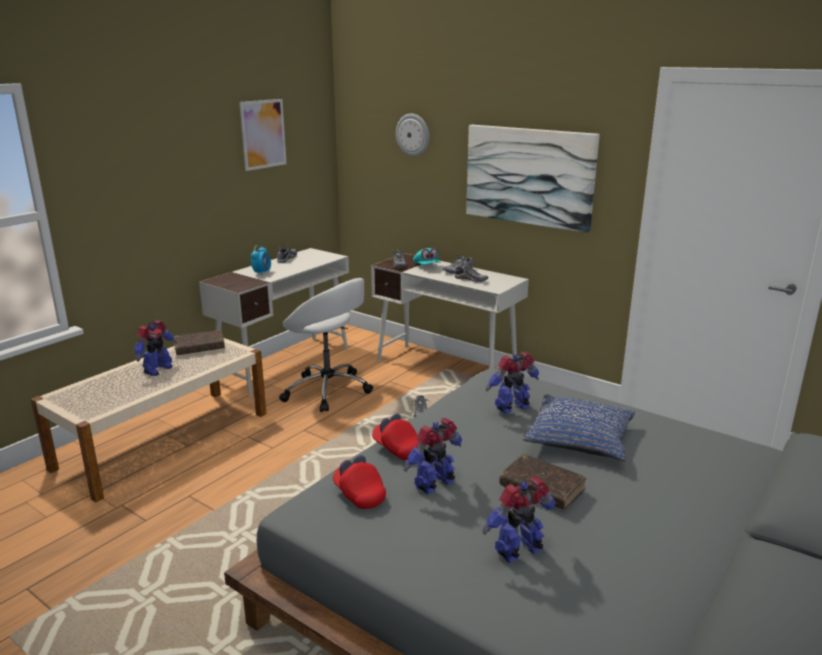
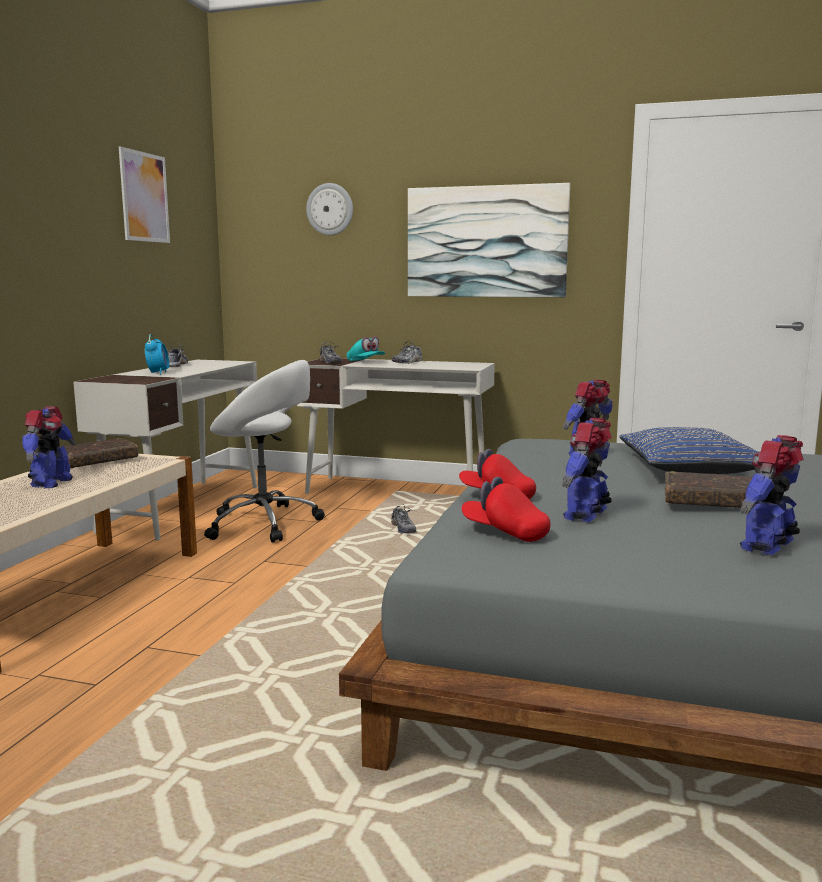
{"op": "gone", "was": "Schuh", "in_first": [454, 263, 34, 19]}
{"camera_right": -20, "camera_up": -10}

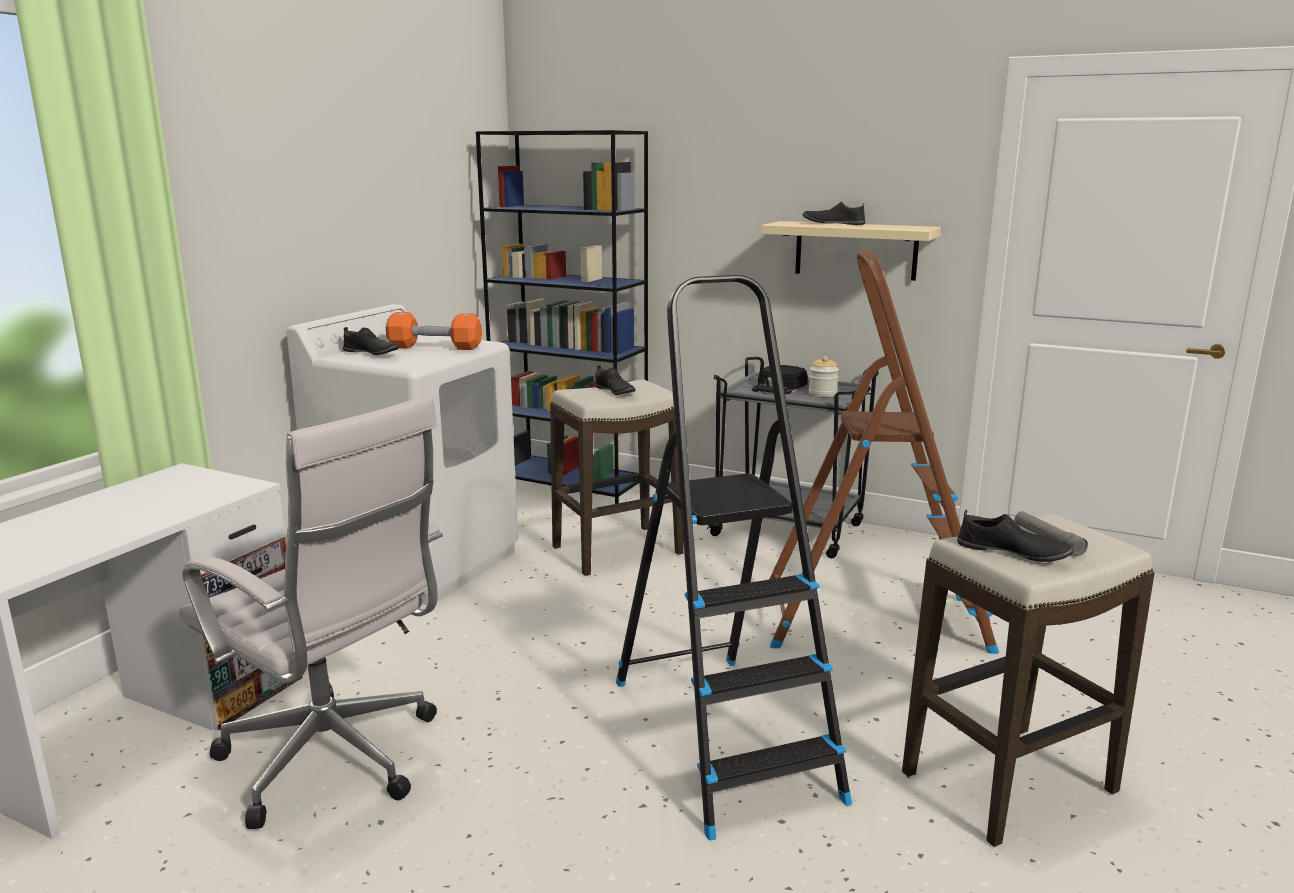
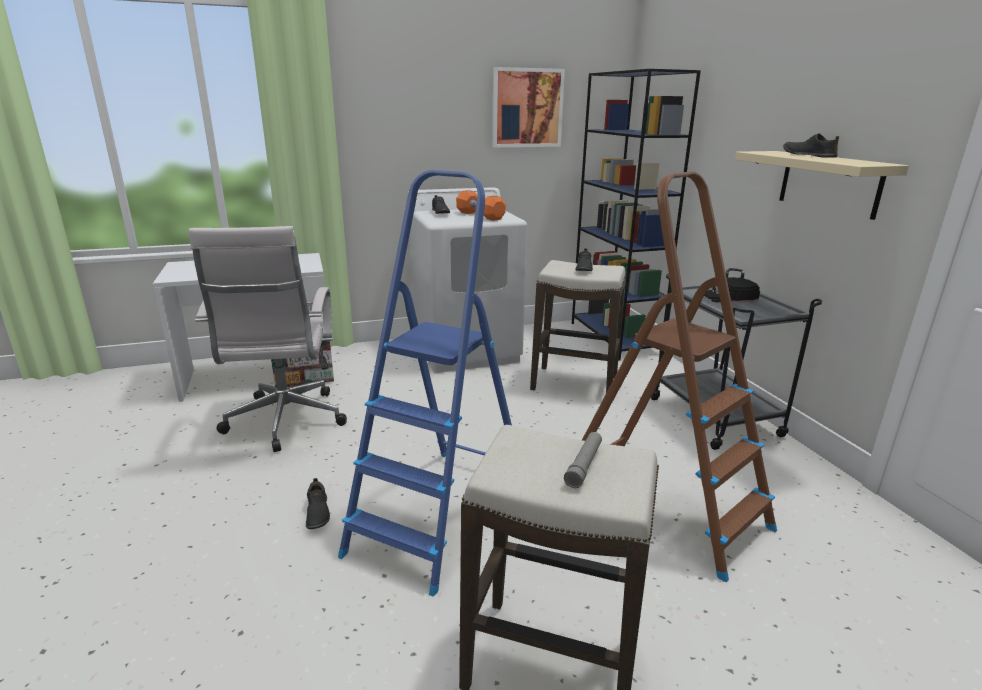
{"op": "repainted", "was": "Trittleiter/schwarz", "now": "Trittleiter/blau", "in_first": [616, 275, 236, 565], "in_second": [338, 170, 174, 426]}
{"op": "gone", "was": "Vorratsglas", "in_first": [809, 356, 30, 41]}
{"op": "shifted", "was": "Schuh/schwarz", "in_first": [957, 510, 116, 52], "in_second": [306, 478, 24, 51]}
{"op": "new", "now": "Bild", "in_second": [492, 67, 73, 80]}
{"camera_right": 45, "camera_up": 5}

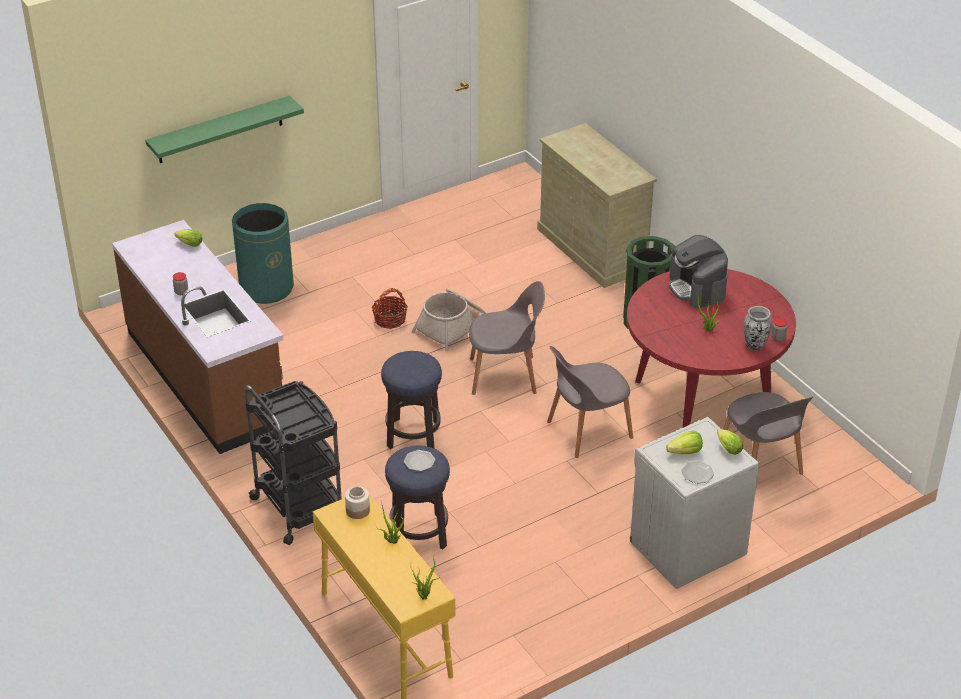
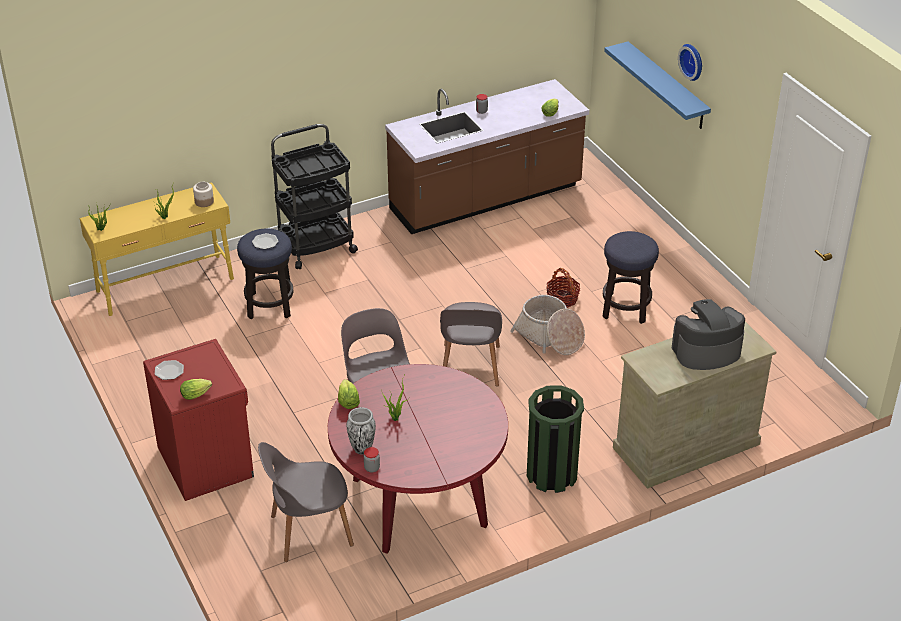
{"op": "repainted", "was": "Wandregal/grün", "now": "Wandregal/blau", "in_first": [145, 96, 159, 67], "in_second": [604, 42, 107, 87]}
{"op": "gone", "was": "Mülleimer/grün", "in_first": [232, 203, 62, 101]}
{"op": "shifted", "was": "Kaffeemaschine", "in_first": [669, 235, 59, 73], "in_second": [672, 299, 73, 71]}
{"op": "shifted", "was": "Hocker", "in_first": [381, 351, 61, 98], "in_second": [603, 231, 56, 93]}
{"op": "repainted", "was": "Waschmaschine/weiß", "now": "Waschmaschine/rot", "in_first": [630, 417, 129, 172], "in_second": [143, 339, 111, 162]}
{"op": "shifted", "was": "Salatkopf", "in_first": [666, 431, 37, 23], "in_second": [338, 379, 22, 30]}
{"op": "new", "now": "Wanduhr", "in_second": [678, 44, 24, 37]}
{"camera_right": 95, "camera_up": 0}

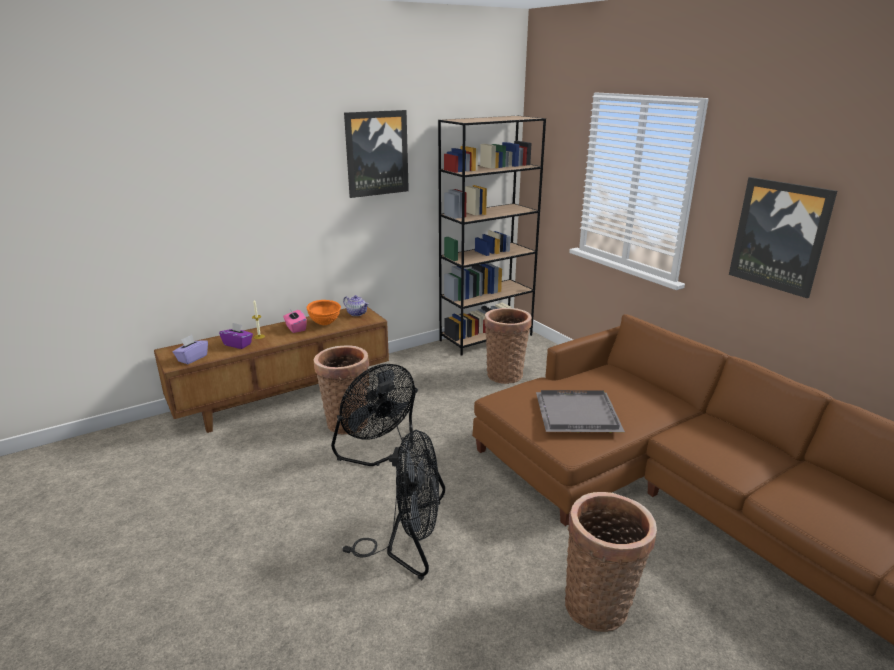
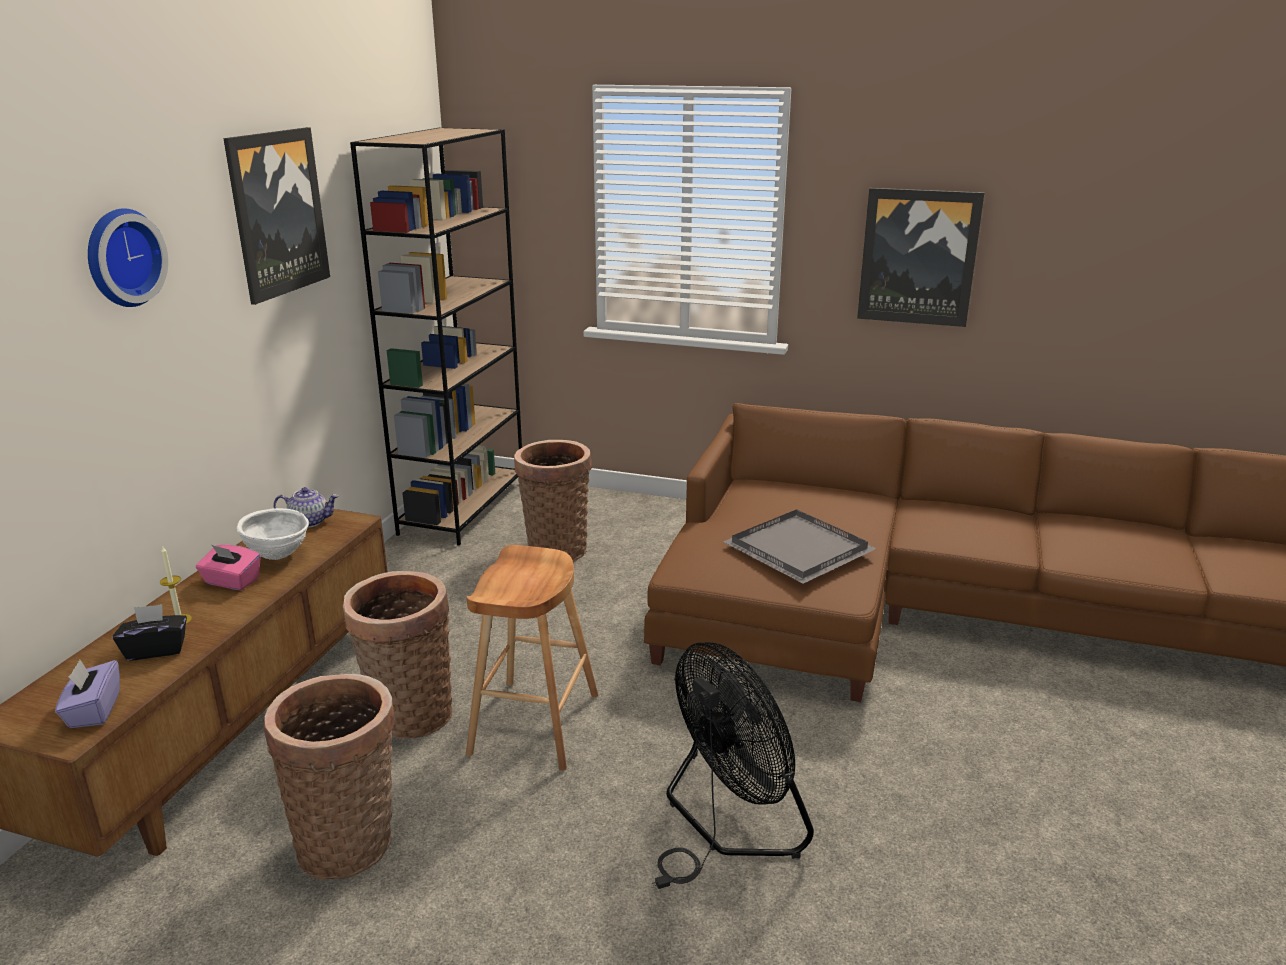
{"op": "repainted", "was": "Schüssel/orange", "now": "Schüssel/weiß", "in_first": [307, 300, 34, 25], "in_second": [237, 508, 72, 52]}
{"op": "repainted", "was": "Taschentuchbox/lila", "now": "Taschentuchbox/schwarz", "in_first": [219, 323, 34, 26], "in_second": [113, 604, 74, 57]}
{"op": "swapped", "was": "Ventilator/schwarz", "now": "Hocker/braun", "in_first": [331, 364, 101, 104], "in_second": [466, 545, 132, 226]}
{"op": "shifted", "was": "Korb", "in_first": [565, 492, 92, 140], "in_second": [263, 674, 132, 206]}
{"op": "new", "now": "Wanduhr", "in_second": [88, 208, 80, 99]}
{"camera_right": -40, "camera_up": 0}

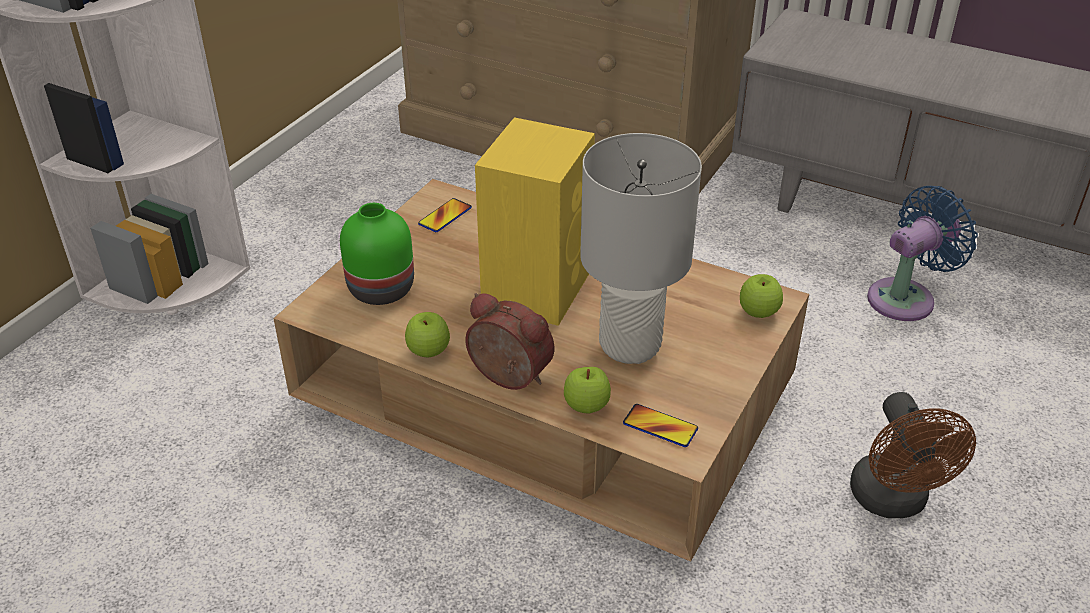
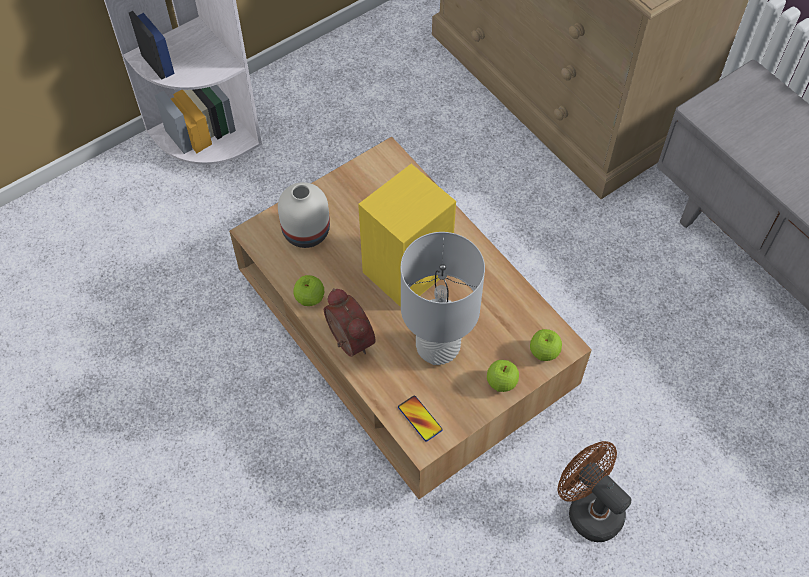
{"op": "gone", "was": "Ventilator/blau", "in_first": [867, 186, 111, 135]}
{"op": "gone", "was": "Handy", "in_first": [418, 198, 54, 34]}
{"op": "repainted", "was": "Vase/grün", "now": "Vase/weiß", "in_first": [340, 203, 74, 102], "in_second": [278, 182, 52, 66]}
{"op": "shifted", "was": "Apfel", "in_first": [564, 367, 47, 47], "in_second": [487, 360, 32, 32]}
{"op": "rotated", "was": "Ventilator/braun", "in_first": [850, 392, 126, 126], "in_second": [558, 441, 74, 101], "clockwise": 120}
{"camera_right": 25, "camera_up": 20}

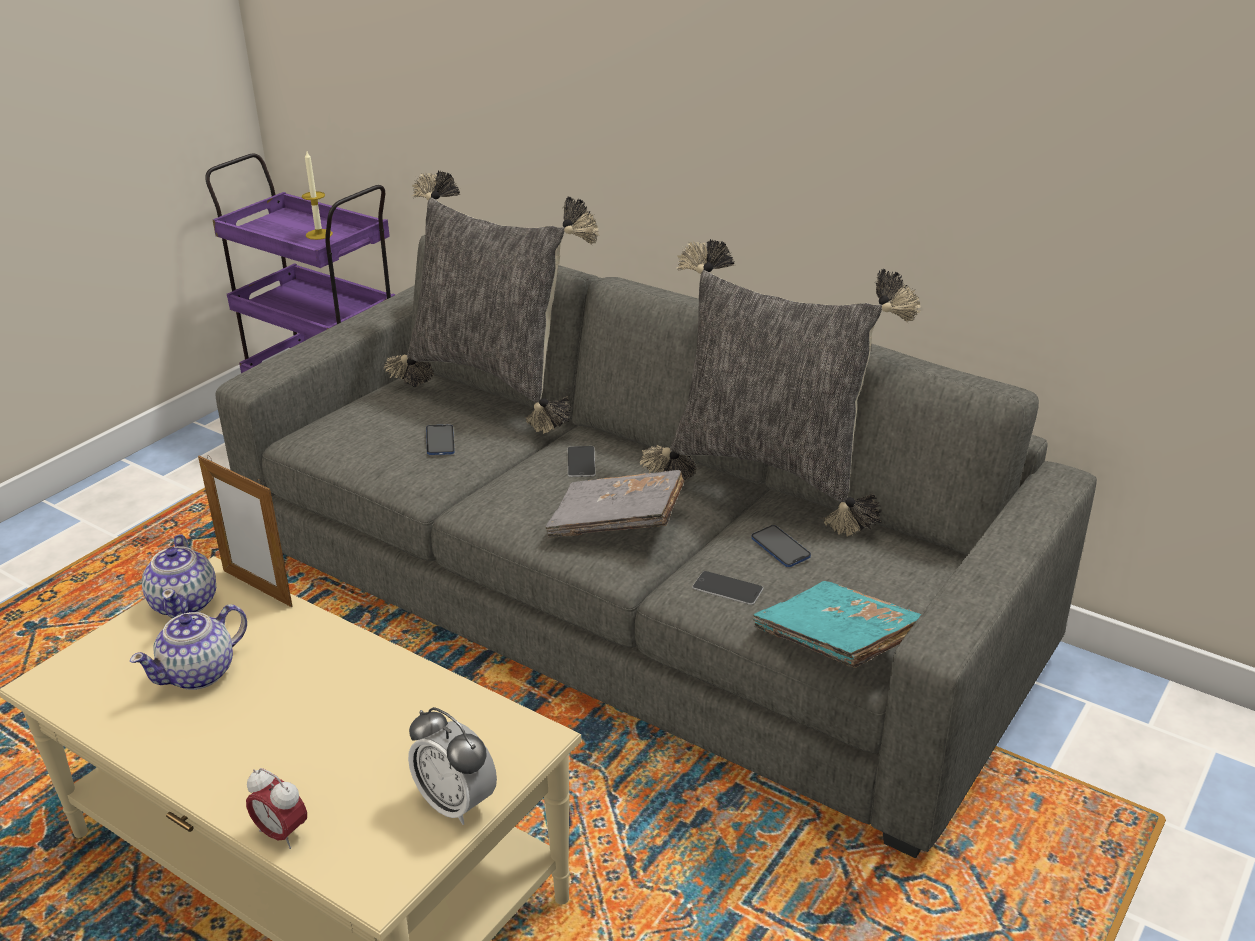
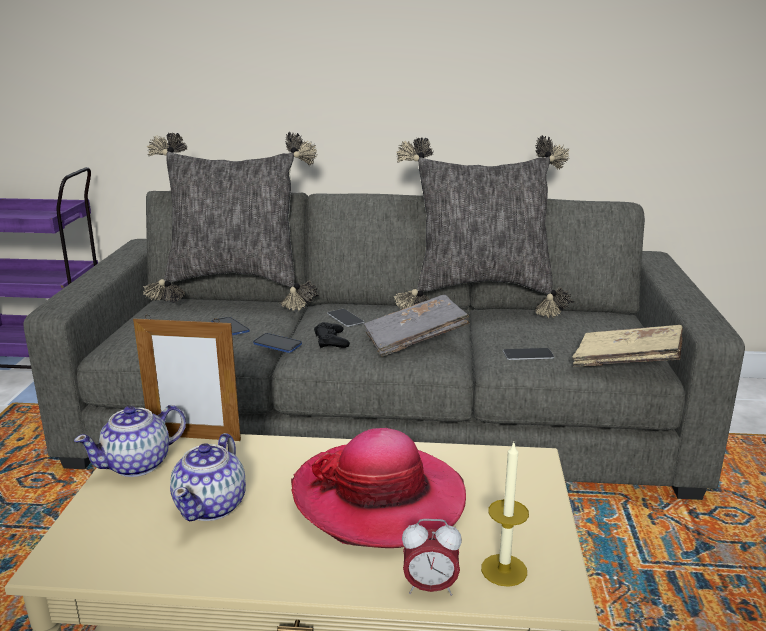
{"op": "shifted", "was": "Kerze", "in_first": [302, 151, 31, 89], "in_second": [481, 443, 48, 144]}
{"op": "shifted", "was": "Handy", "in_first": [752, 525, 59, 42], "in_second": [253, 333, 49, 20]}
{"op": "rotated", "was": "Teekanne", "in_first": [142, 534, 74, 84], "in_second": [74, 405, 112, 72], "clockwise": 90}
{"op": "repainted", "was": "Buch/türkis", "now": "Buch/beige", "in_first": [752, 581, 169, 87], "in_second": [572, 325, 111, 42]}
{"op": "gone", "was": "Wecker", "in_first": [408, 707, 89, 118]}
{"op": "new", "now": "Gamepad/schwarz", "in_second": [314, 322, 36, 26]}
{"op": "new", "now": "Hut", "in_second": [291, 428, 175, 120]}
{"camera_right": -30, "camera_up": -10}

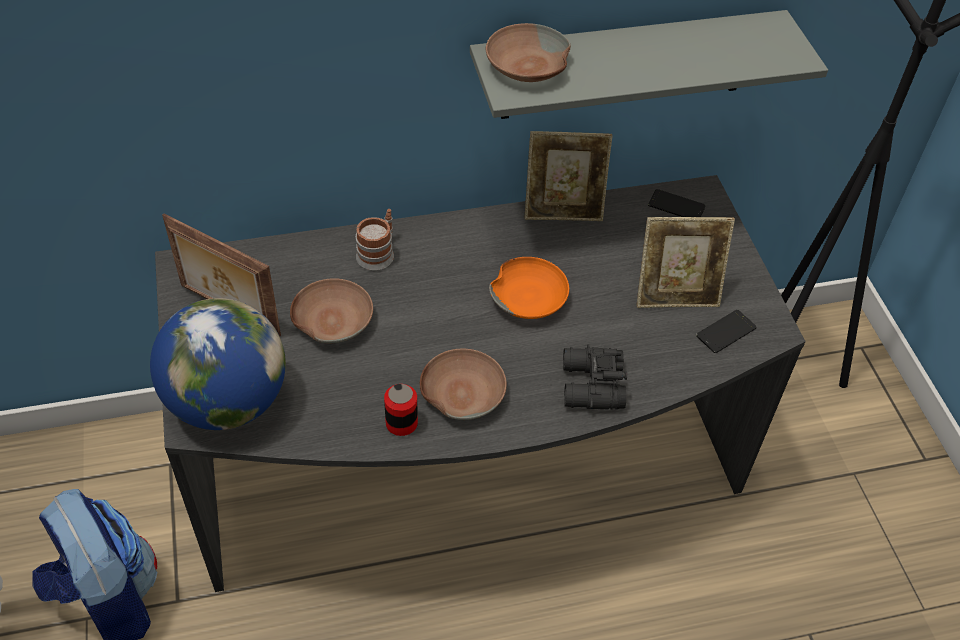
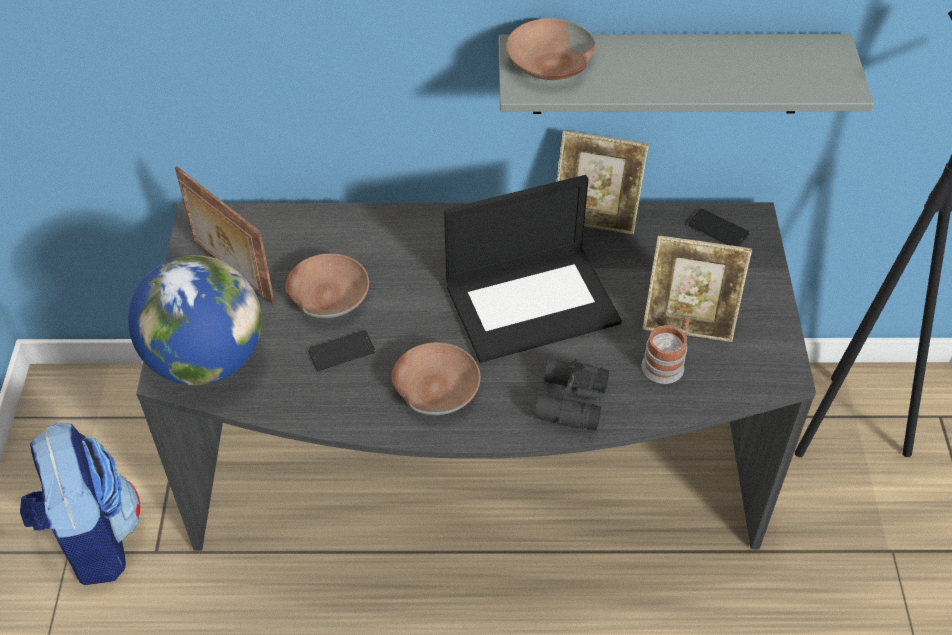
{"op": "shifted", "was": "Henkelbecher", "in_first": [356, 209, 38, 61], "in_second": [642, 318, 48, 66]}
{"op": "swapped", "was": "Schüssel/orange", "now": "Laptop", "in_first": [489, 257, 80, 62], "in_second": [444, 175, 178, 188]}
{"op": "shifted", "was": "Handy", "in_first": [696, 310, 61, 43], "in_second": [308, 330, 67, 41]}
{"op": "gone", "was": "Dose", "in_first": [384, 384, 34, 52]}
{"camera_right": 15, "camera_up": 0}

